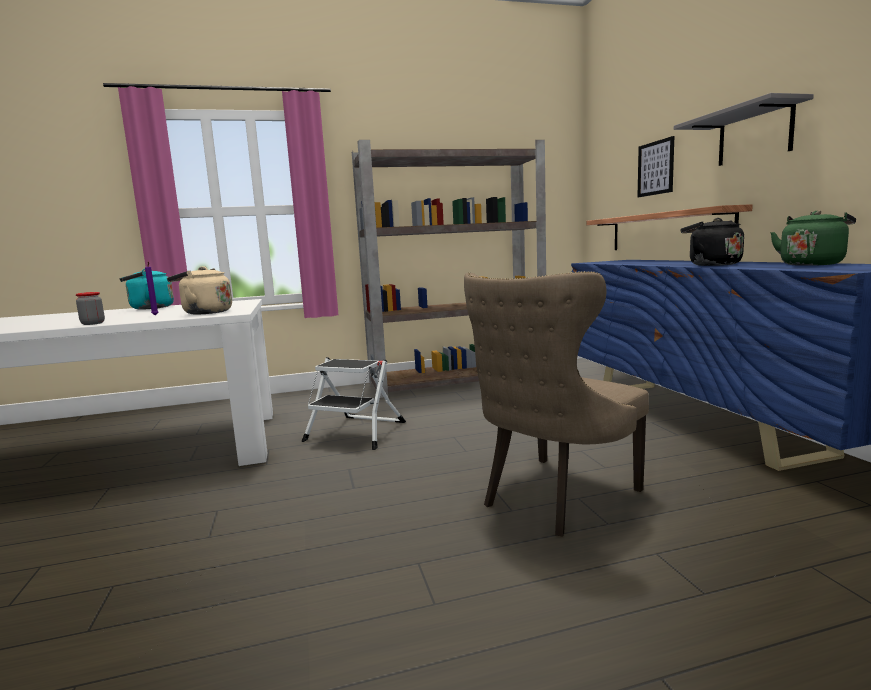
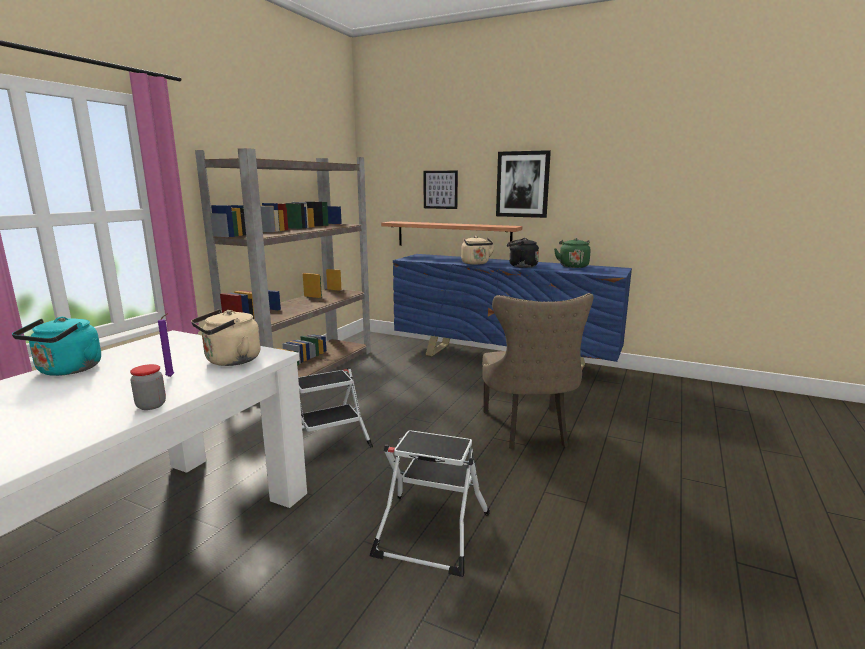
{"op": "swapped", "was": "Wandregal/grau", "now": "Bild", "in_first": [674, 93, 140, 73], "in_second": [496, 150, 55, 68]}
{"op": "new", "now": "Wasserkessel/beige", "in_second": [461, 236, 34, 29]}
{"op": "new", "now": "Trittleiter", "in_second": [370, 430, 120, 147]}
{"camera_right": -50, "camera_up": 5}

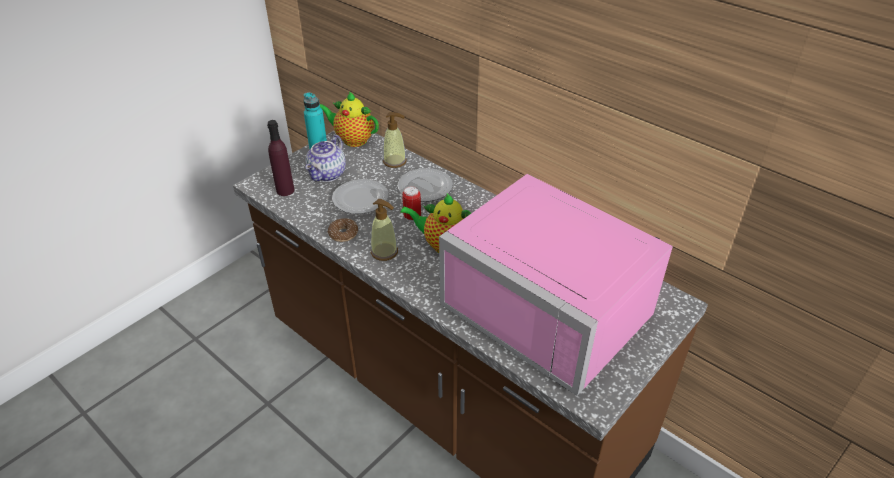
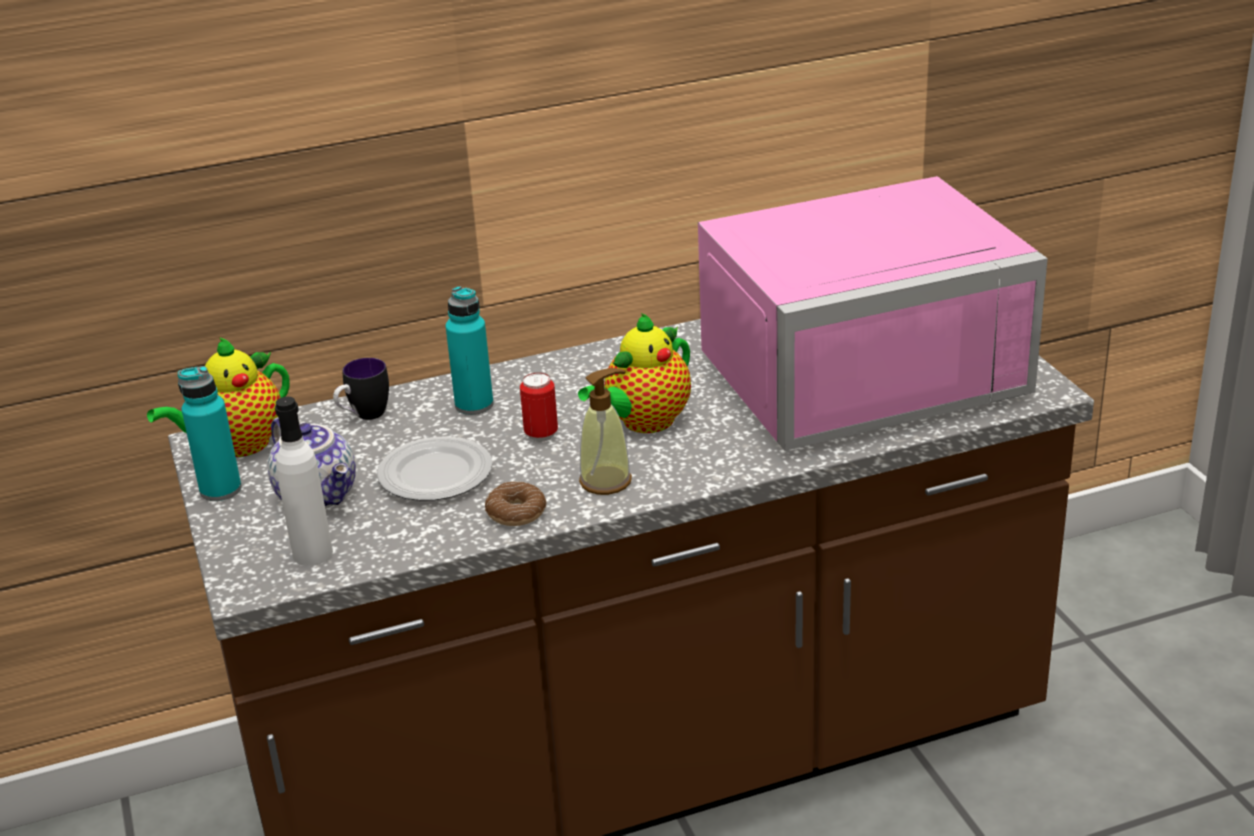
{"op": "swapped", "was": "Seifenspender", "now": "Henkelbecher", "in_first": [383, 112, 24, 56], "in_second": [333, 358, 56, 62]}
{"op": "repainted", "was": "Flasche/lila", "now": "Flasche/weiß", "in_first": [267, 120, 28, 76], "in_second": [275, 397, 58, 169]}
{"op": "swapped", "was": "Teller", "now": "Flasche/türkis", "in_first": [398, 168, 55, 34], "in_second": [446, 286, 47, 129]}
{"camera_right": -60, "camera_up": -10}

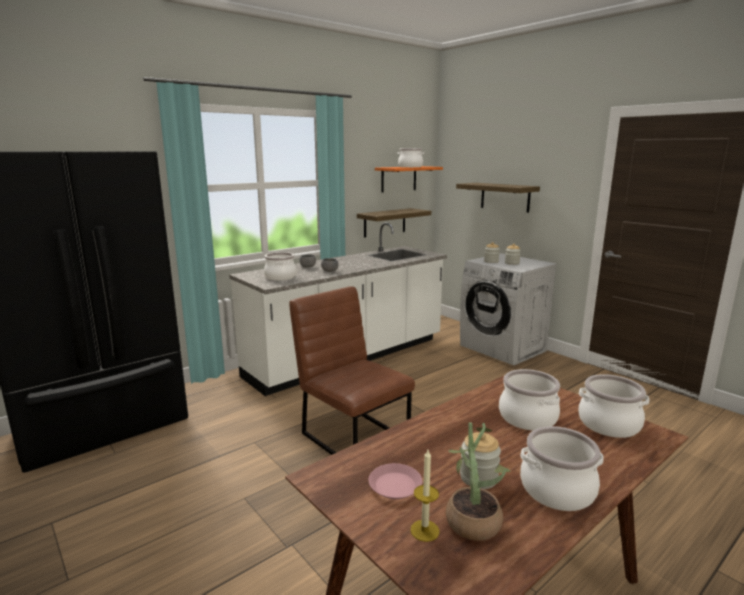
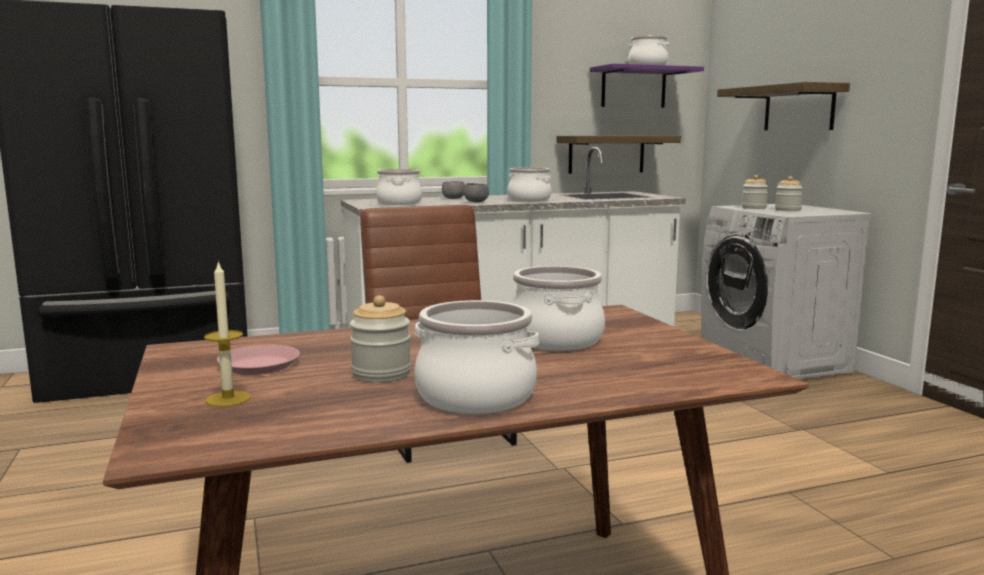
{"op": "repainted", "was": "Wandregal/orange", "now": "Wandregal/lila", "in_first": [375, 166, 68, 27], "in_second": [590, 64, 114, 43]}
{"op": "shifted", "was": "Kochtopf", "in_first": [578, 374, 71, 64], "in_second": [507, 167, 45, 35]}
{"op": "gone", "was": "Topfpflanze", "in_first": [446, 422, 64, 119]}
{"camera_right": 20, "camera_up": -5}

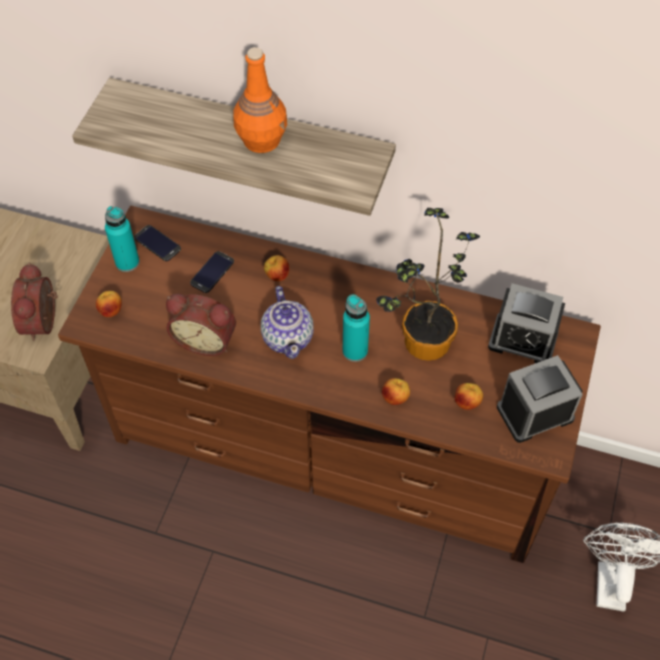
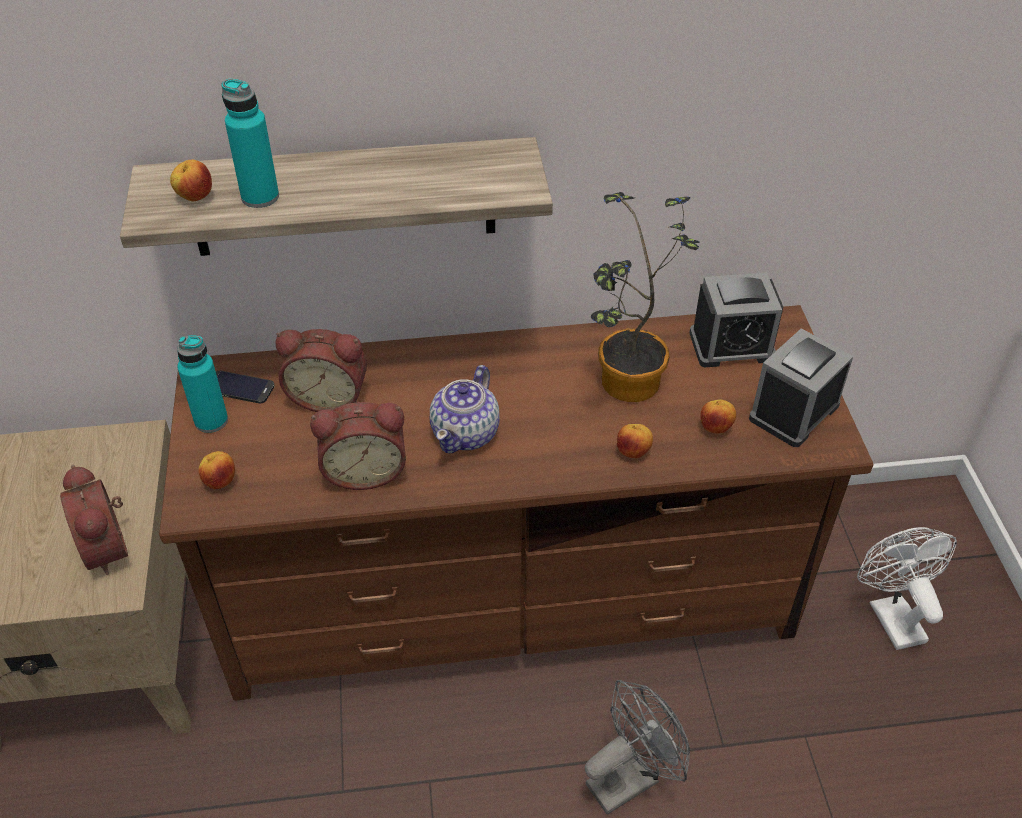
{"op": "gone", "was": "Flasche/orange", "in_first": [233, 47, 54, 106]}
{"op": "swapped", "was": "Handy", "now": "Wecker", "in_first": [190, 251, 44, 42], "in_second": [275, 329, 92, 83]}
{"op": "shifted", "was": "Apfel", "in_first": [264, 255, 25, 27], "in_second": [170, 160, 42, 41]}
{"op": "rotated", "was": "Teekanne", "in_first": [261, 286, 53, 73], "in_second": [430, 365, 70, 88], "clockwise": 60}
{"op": "shifted", "was": "Flasche/türkis", "in_first": [342, 294, 28, 68], "in_second": [221, 79, 58, 129]}
{"op": "new", "now": "Ventilator/grau", "in_second": [585, 680, 105, 135]}
{"camera_right": -25, "camera_up": -10}

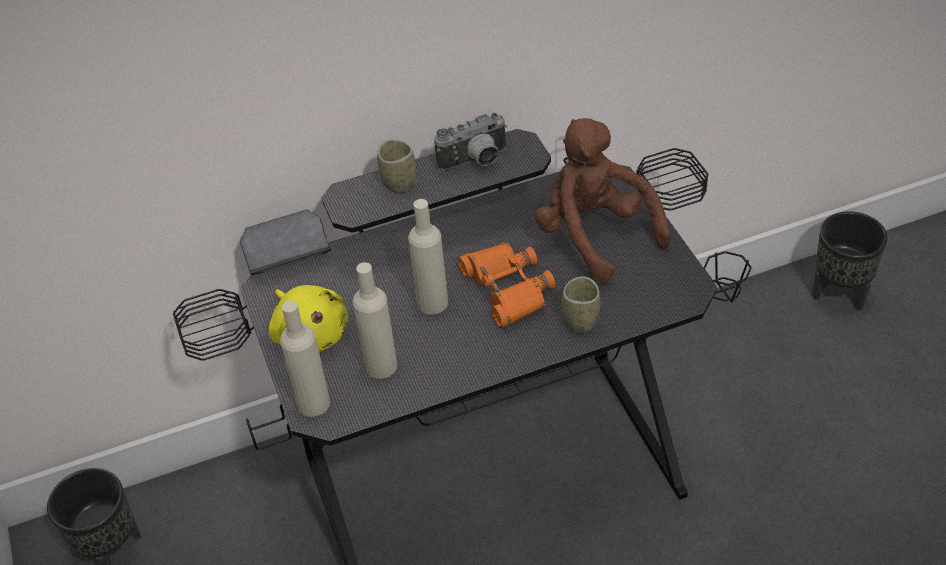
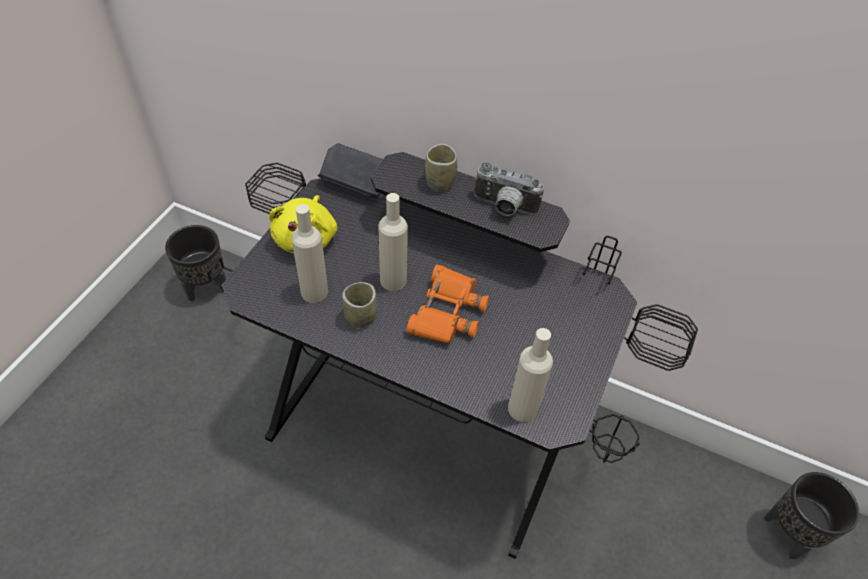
{"op": "gone", "was": "Plüschtier/braun", "in_first": [535, 118, 136, 165]}
{"op": "shifted", "was": "Tasse", "in_first": [562, 276, 39, 57], "in_second": [342, 282, 35, 46]}
{"op": "shifted", "was": "Flasche/beige", "in_first": [280, 301, 50, 116], "in_second": [508, 328, 45, 94]}
{"camera_right": 40, "camera_up": 5}

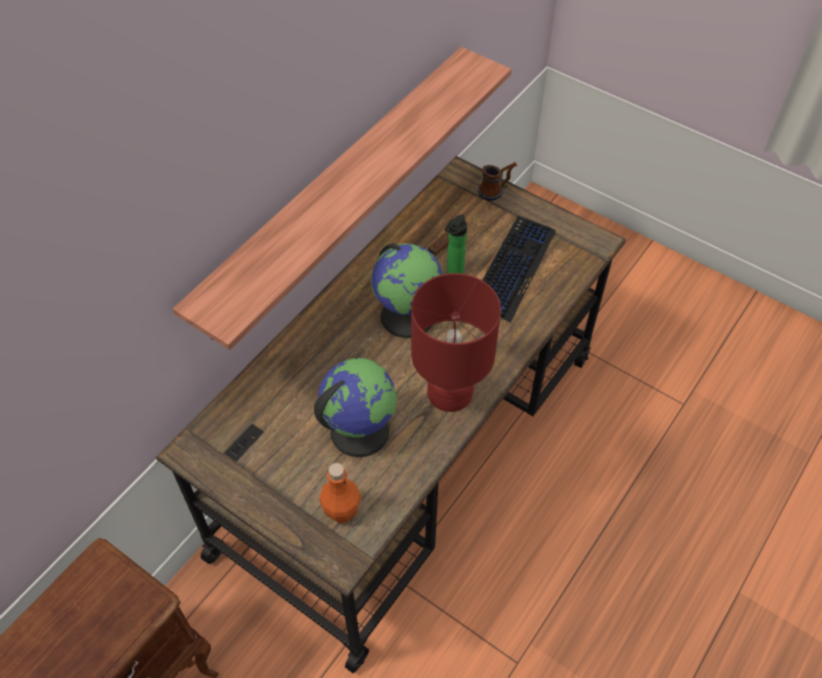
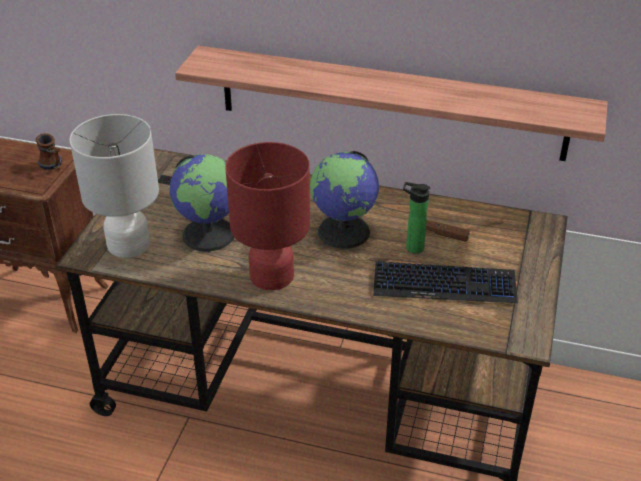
{"op": "shifted", "was": "Henkelbecher", "in_first": [478, 162, 39, 39], "in_second": [35, 133, 27, 37]}
{"op": "swapped", "was": "Flasche/orange", "now": "Tischlampe/grau", "in_first": [319, 463, 42, 60], "in_second": [70, 114, 89, 144]}
{"camera_right": 70, "camera_up": -15}

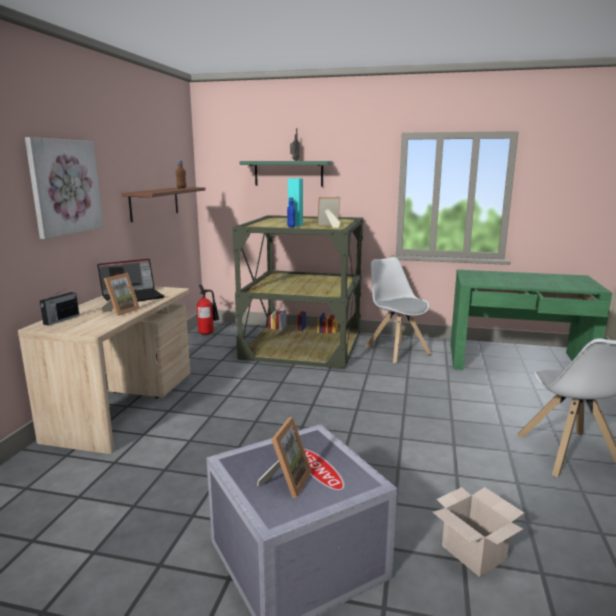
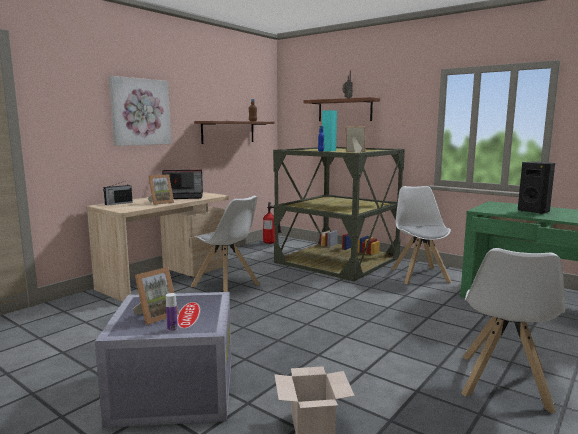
{"op": "repainted", "was": "Wandregal/grün", "now": "Wandregal/braun", "in_first": [239, 161, 93, 25], "in_second": [303, 97, 77, 24]}
{"op": "new", "now": "Lautsprecher/schwarz", "in_second": [518, 162, 37, 52]}
{"op": "new", "now": "Stuhl", "in_second": [191, 196, 69, 96]}
{"op": "new", "now": "Flasche", "in_second": [166, 293, 12, 39]}
{"camera_right": 25, "camera_up": -5}

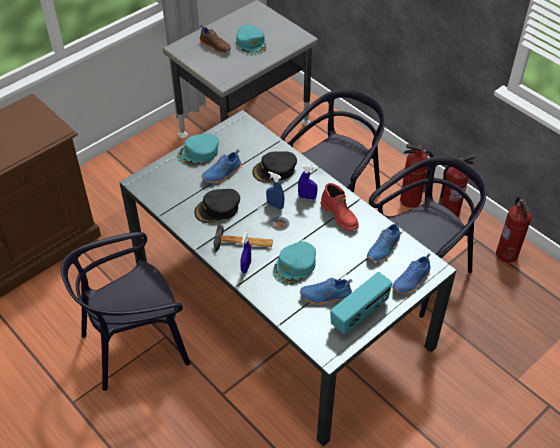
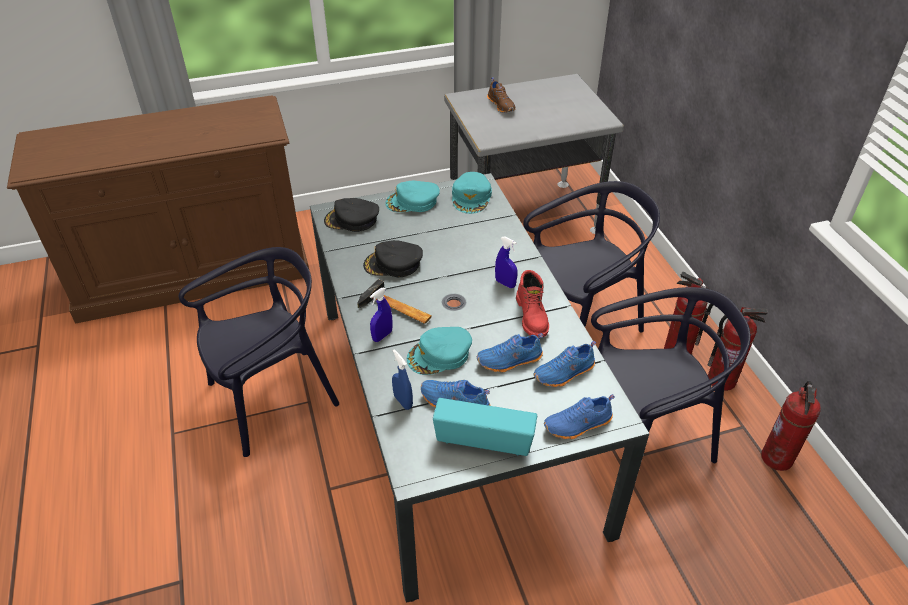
{"op": "shifted", "was": "Kappe/türkis", "in_first": [236, 25, 30, 31], "in_second": [452, 172, 40, 42]}
{"op": "shifted", "was": "Schuh/blau", "in_first": [202, 149, 39, 35], "in_second": [477, 333, 67, 39]}
{"op": "shifted", "was": "Kappe/schwarz", "in_first": [252, 151, 45, 31], "in_second": [324, 198, 55, 34]}
{"op": "shifted", "was": "Sprühflasche/blau", "in_first": [266, 172, 19, 37], "in_second": [392, 349, 21, 61]}
{"op": "rotated", "was": "Stuhl/schwarz", "in_first": [61, 232, 130, 159], "in_second": [179, 247, 160, 210], "clockwise": 150}
{"op": "rotated", "was": "Radio", "in_first": [330, 272, 62, 63], "in_second": [433, 398, 104, 58], "clockwise": -150}
{"camera_right": 25, "camera_up": -5}

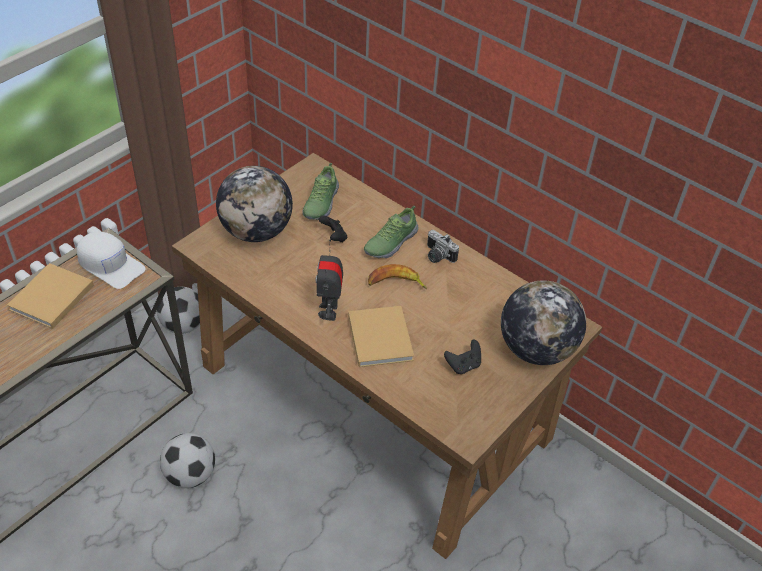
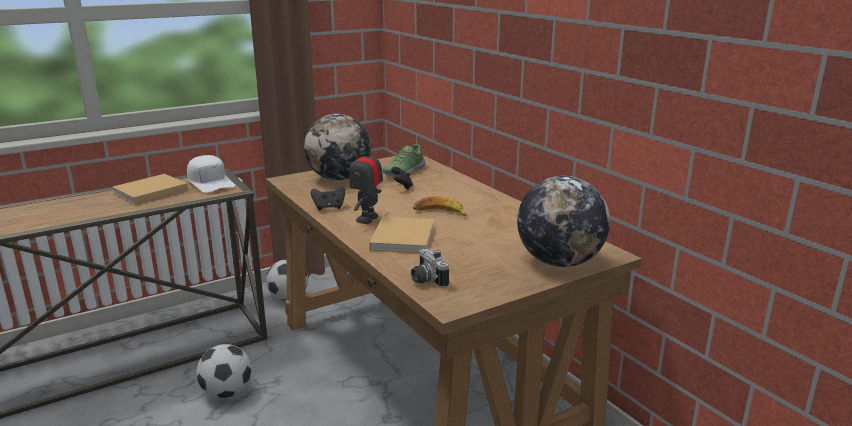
{"op": "gone", "was": "Schuh", "in_first": [364, 206, 54, 52]}
{"op": "shifted", "was": "Kamera", "in_first": [427, 230, 32, 33], "in_second": [411, 249, 38, 39]}
{"op": "shifted", "was": "Gamepad/schwarz", "in_first": [444, 339, 37, 35], "in_second": [311, 187, 34, 23]}
{"camera_right": 20, "camera_up": -25}

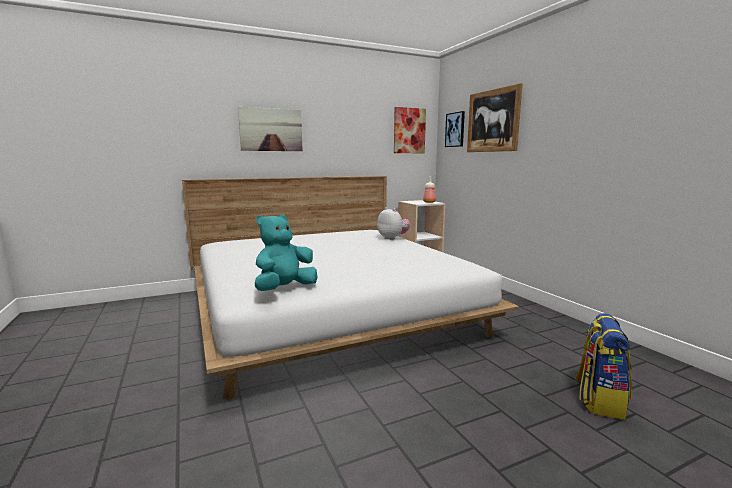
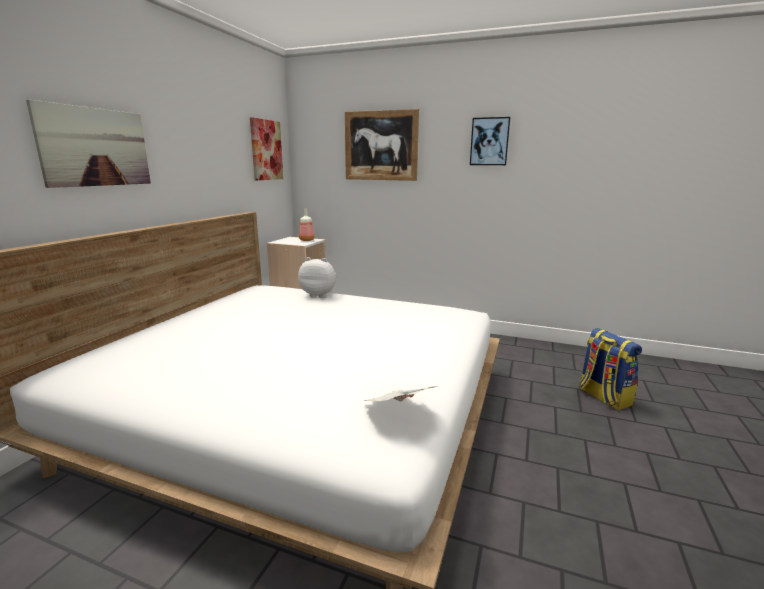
{"op": "shifted", "was": "Bild", "in_first": [445, 111, 20, 36], "in_second": [470, 117, 40, 48]}
{"op": "swapped", "was": "Plüschtier/türkis", "now": "Zeitung", "in_first": [255, 214, 62, 77], "in_second": [363, 386, 74, 16]}
{"camera_right": -45, "camera_up": 5}

